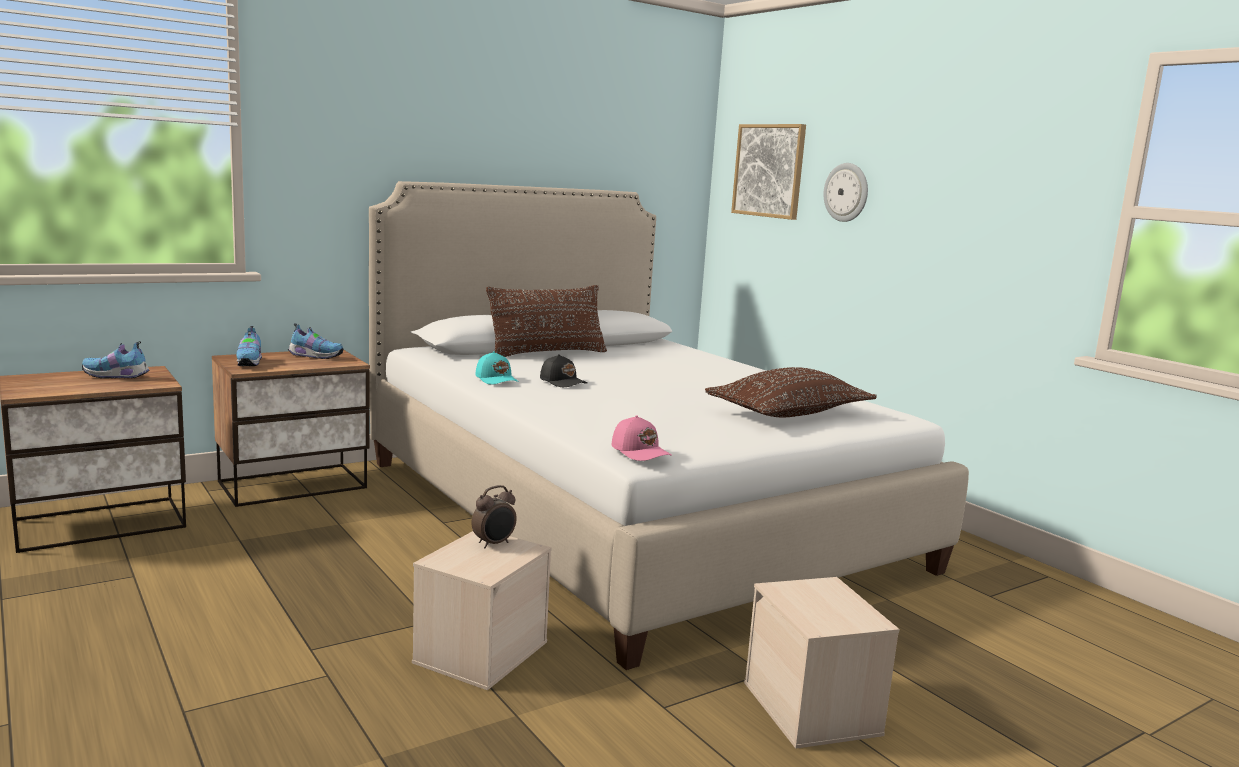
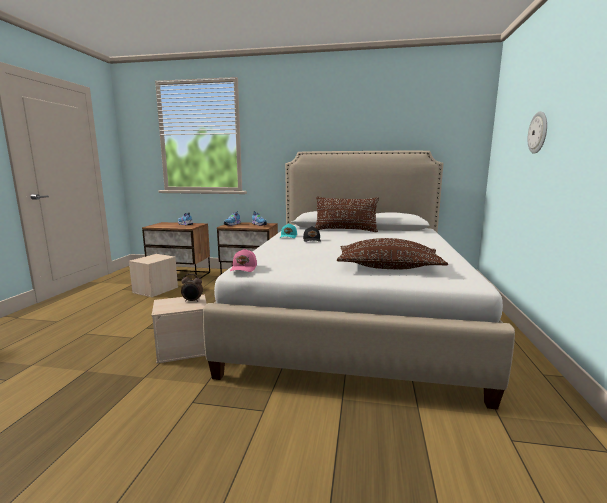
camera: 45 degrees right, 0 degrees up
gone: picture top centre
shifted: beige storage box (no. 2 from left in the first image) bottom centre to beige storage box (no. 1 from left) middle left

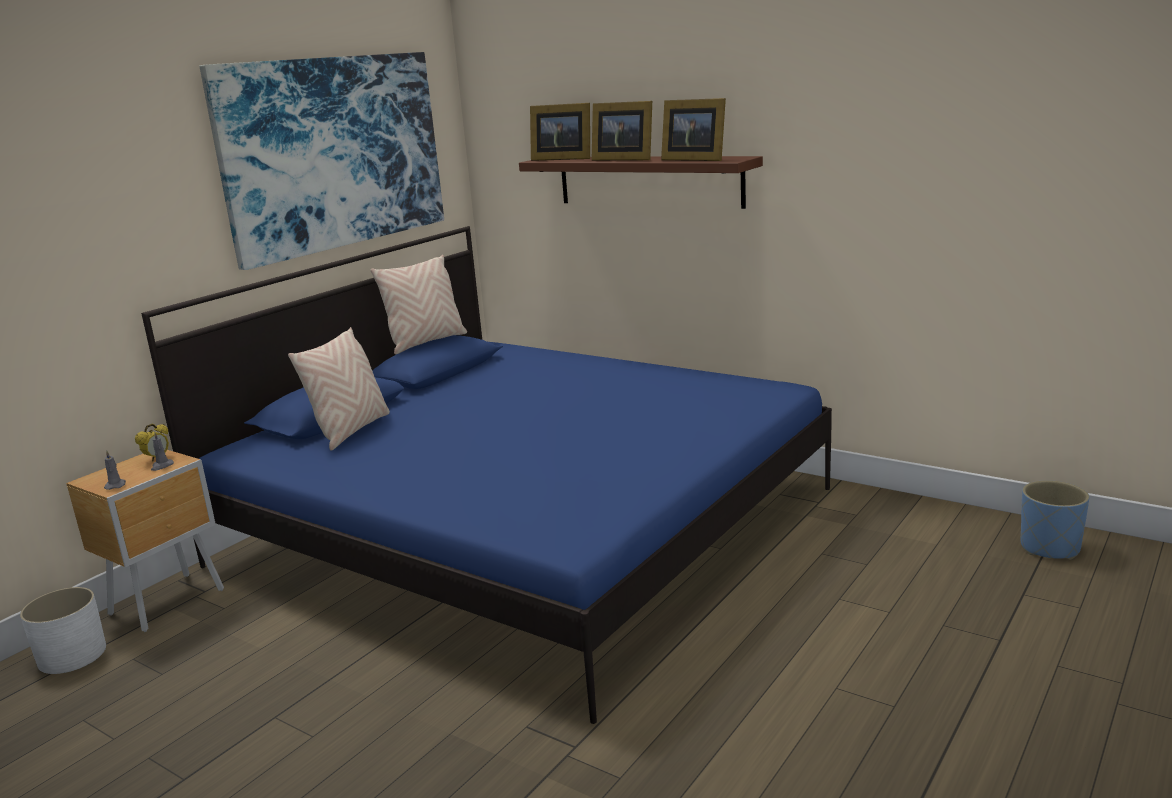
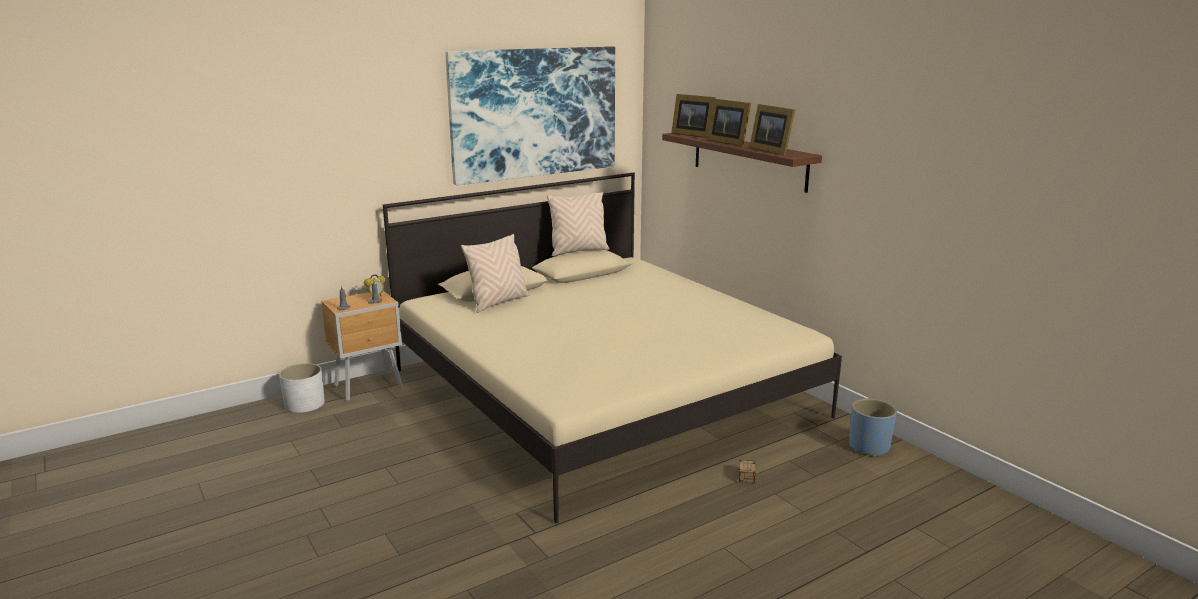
camera: 20 degrees right, 0 degrees up
new: storage box bottom centre
shifted: blue planter middle right to bottom right
repainted: blue bed centre to beige bed centre

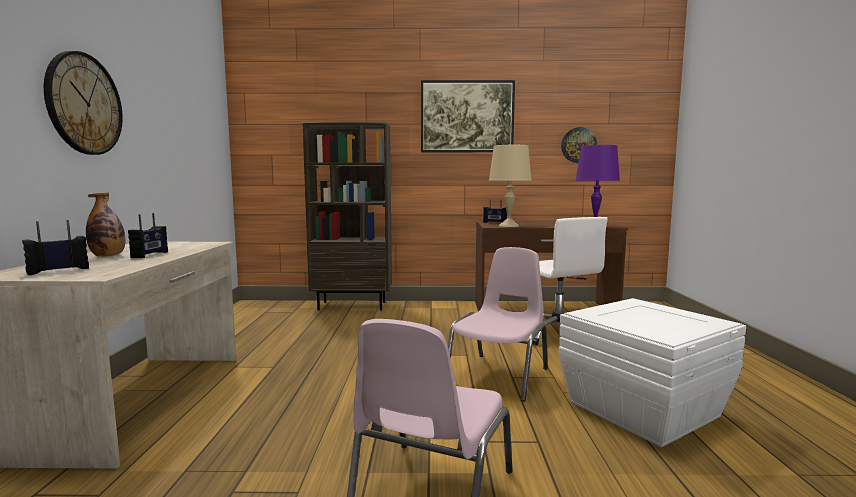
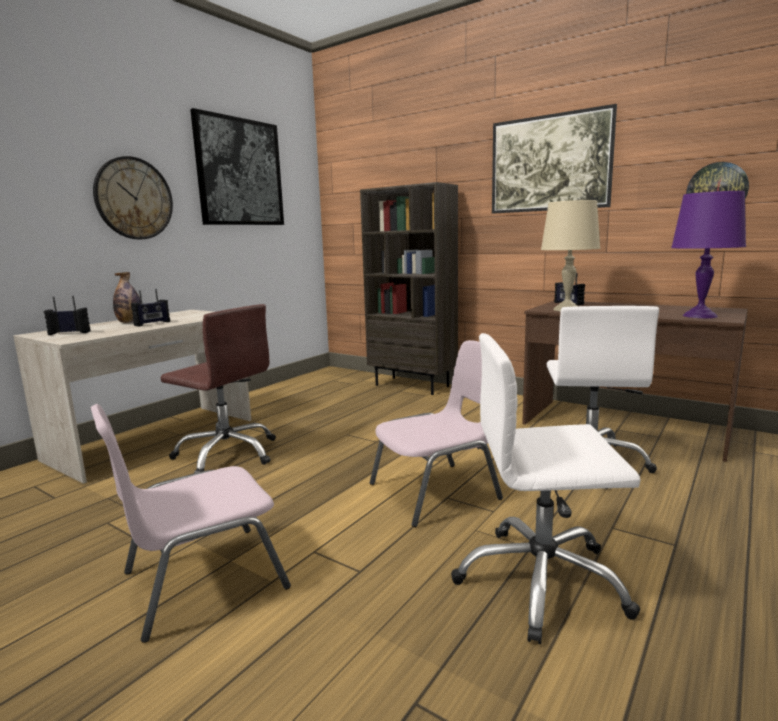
camera: 35 degrees right, 5 degrees up
new: picture (no. 1 from left) top left; brown office chair middle left
swapped: white storage box bottom right to white office chair (no. 1 from left) bottom right

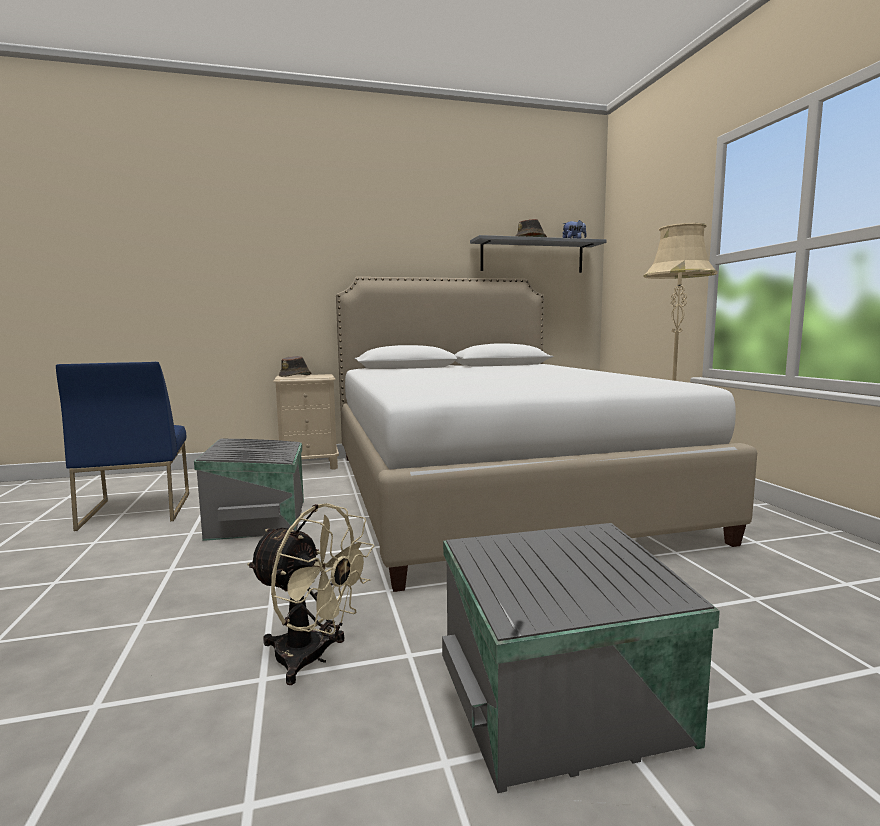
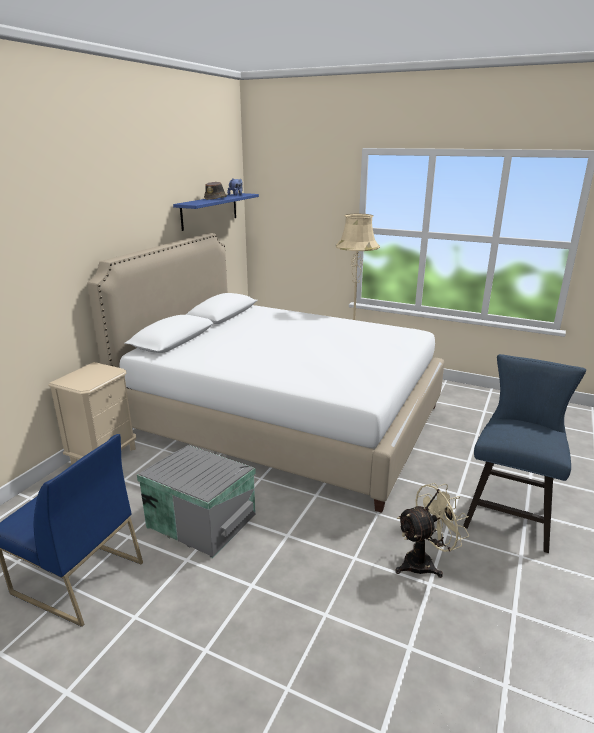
camera: 50 degrees left, 15 degrees up
gone: brown hat (no. 1 from left) centre
swapped: grey storage box (no. 2 from left) bottom centre to blue chair (no. 2 from left) middle right
repainted: grey shelf top centre to blue shelf top centre

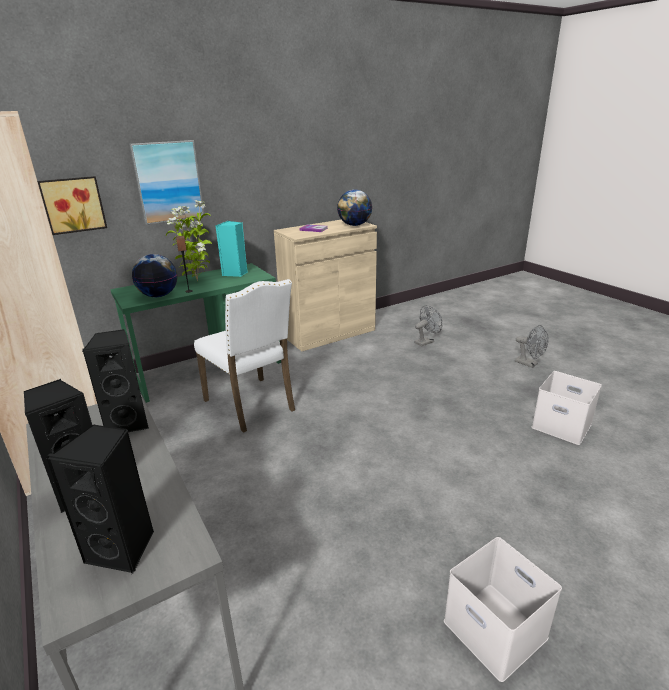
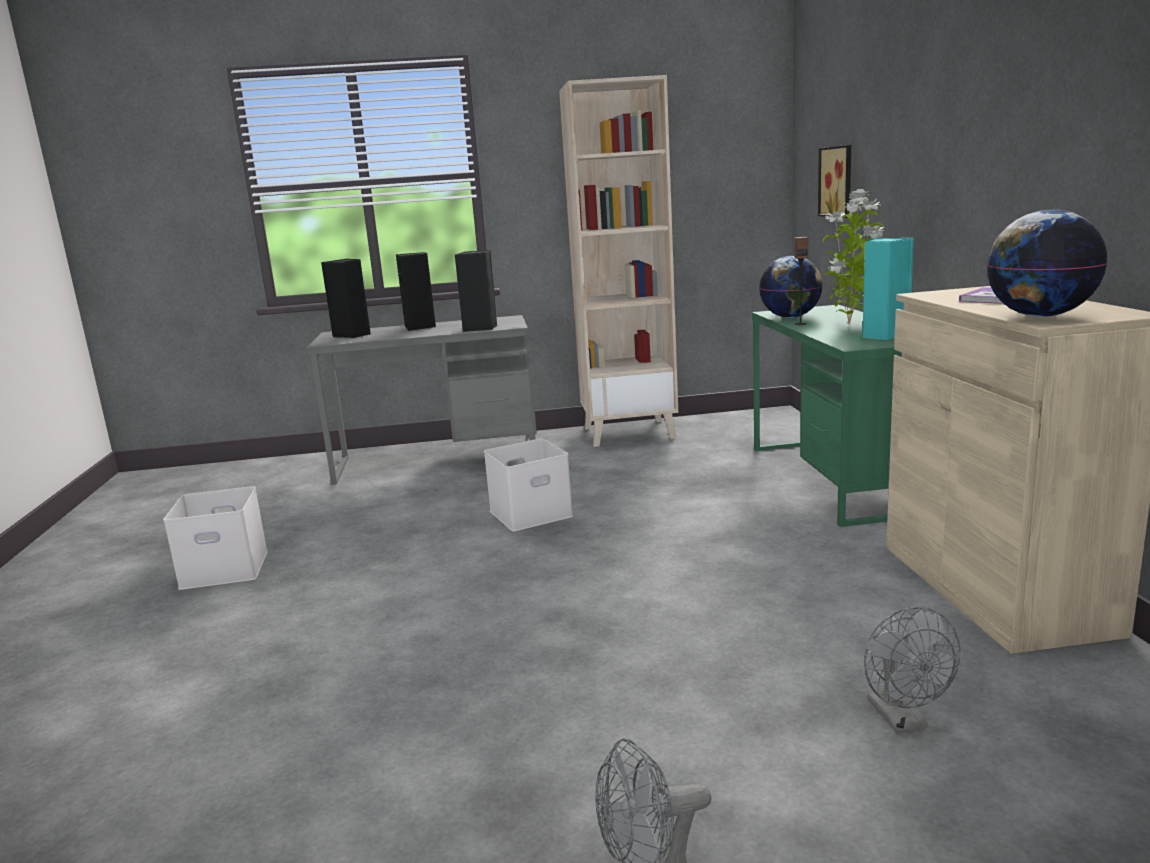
camera: 115 degrees right, 10 degrees down
gone: picture (no. 2 from left) top left; white chair centre
shifted: white storage box (no. 2 from left) middle right to centre

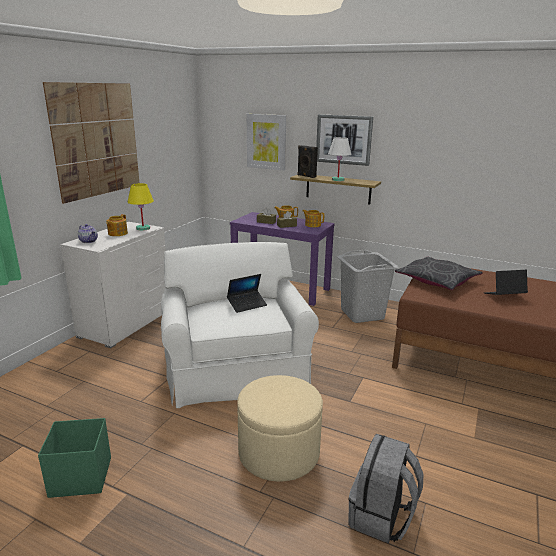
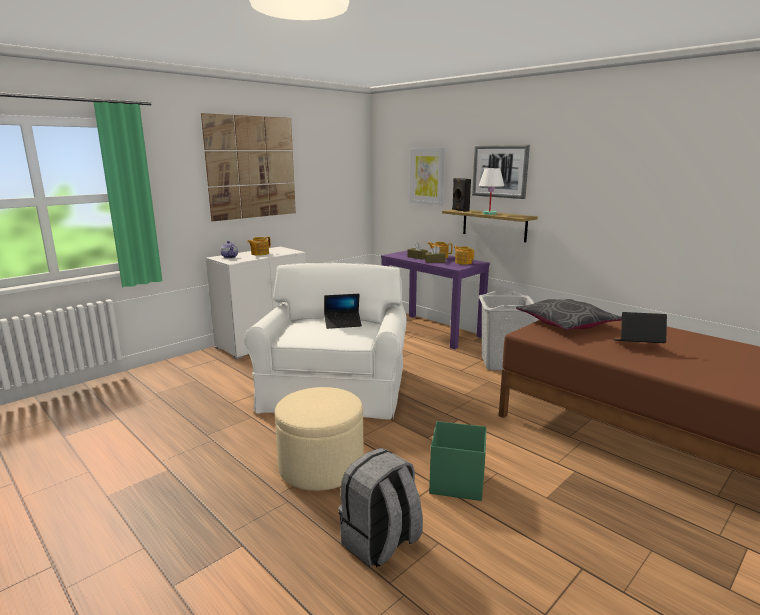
camera: 20 degrees right, 5 degrees down
gone: yellow table lamp middle left
shifted: green storage box bottom left to bottom centre

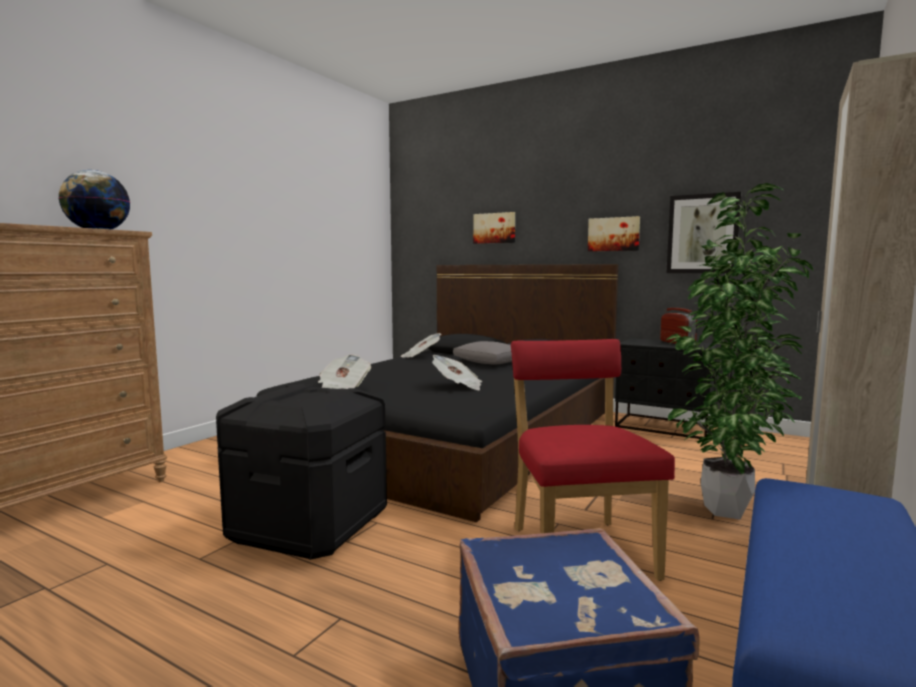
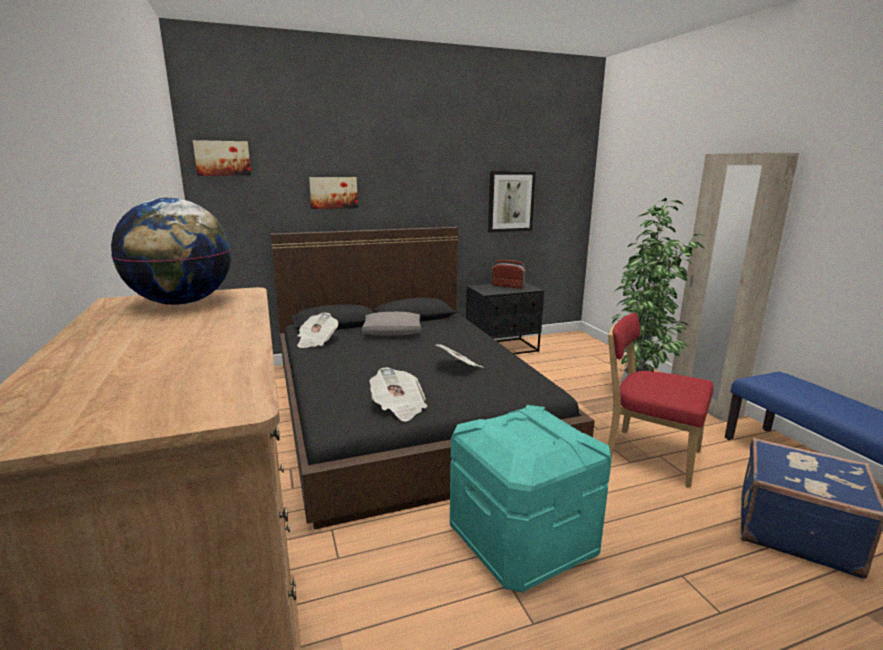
camera: 50 degrees left, 10 degrees up
shifted: picture (no. 2 from left in the first image) middle right to picture (no. 1 from left) top left
repainted: black storage box bottom left to turquoise storage box bottom centre

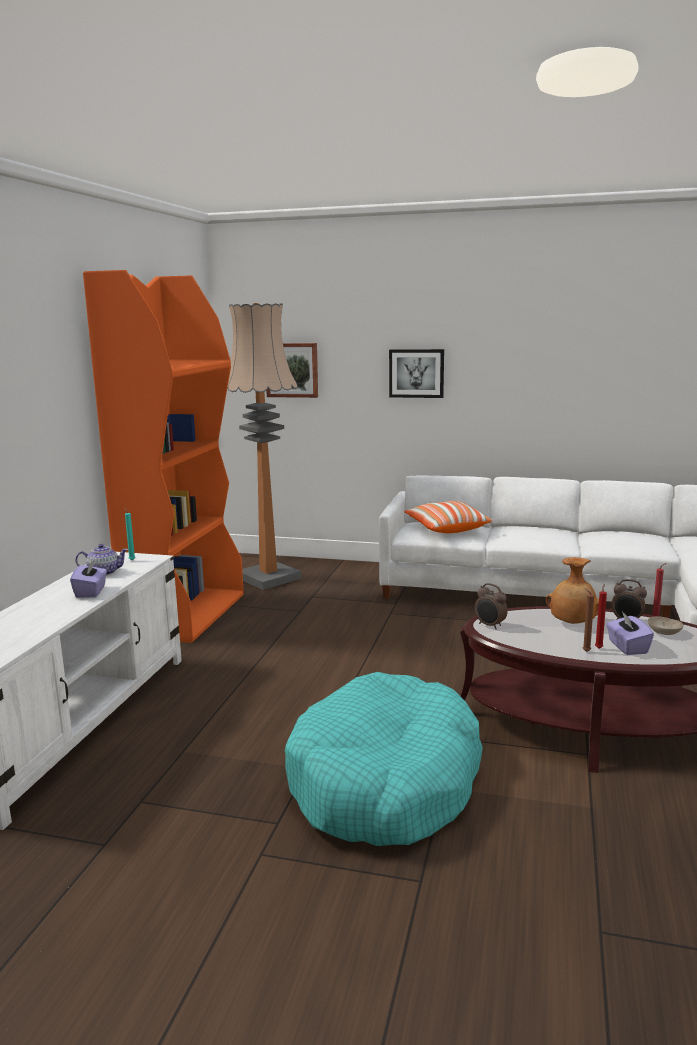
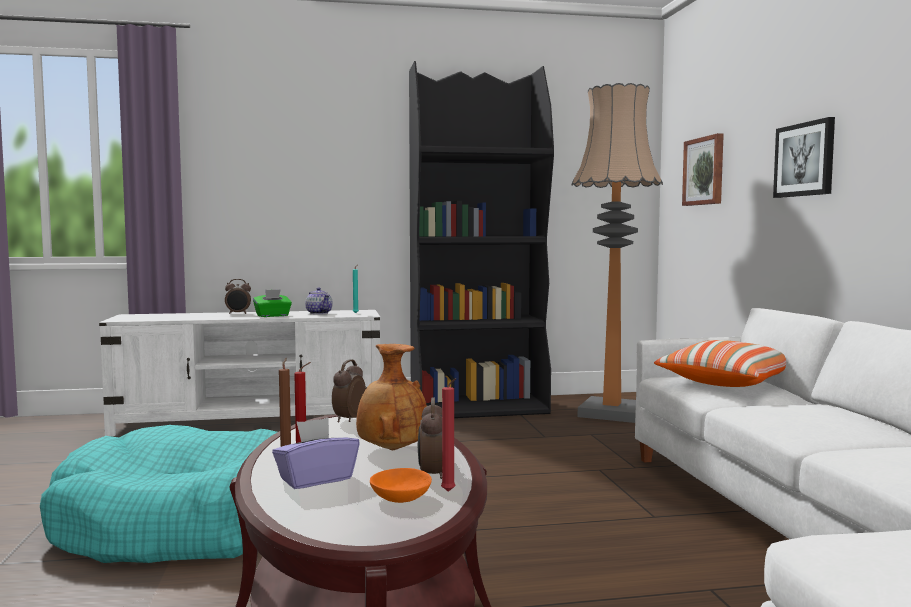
camera: 65 degrees right, 10 degrees down
new: alarm clock (no. 1 from left) middle left
repainted: orange bookcase middle left to black bookcase centre; purple tissue box (no. 1 from left) middle left to green tissue box middle left; beige bowl middle right to orange bowl bottom centre

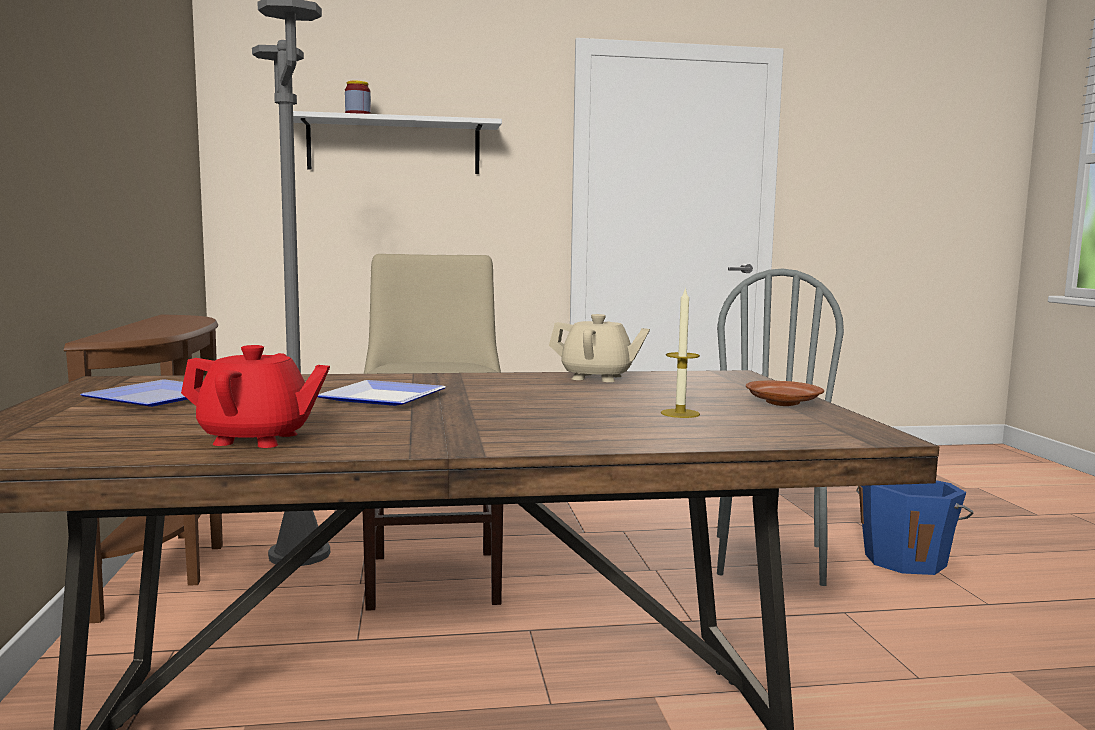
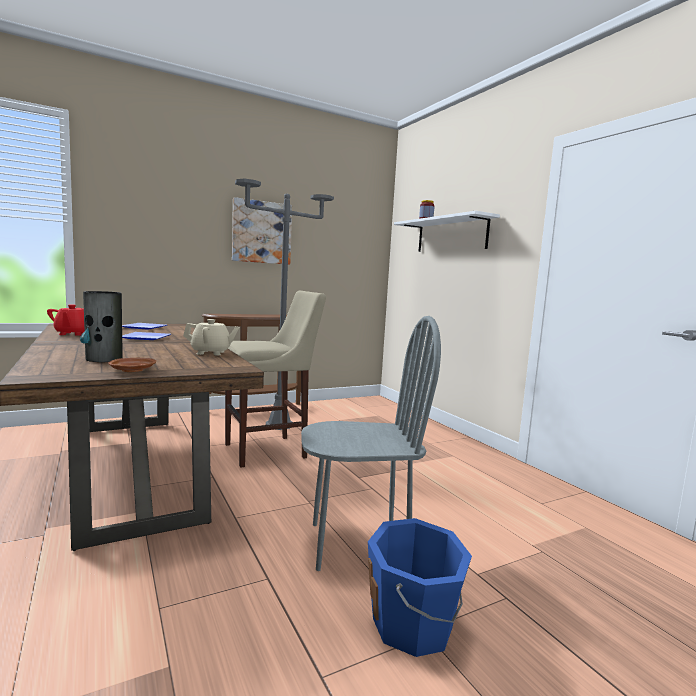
camera: 70 degrees right, 0 degrees up
new: picture top centre
swapped: candle centre to vase middle left
rotated: beige teapot centre = middle left 90 degrees counterclockwise

